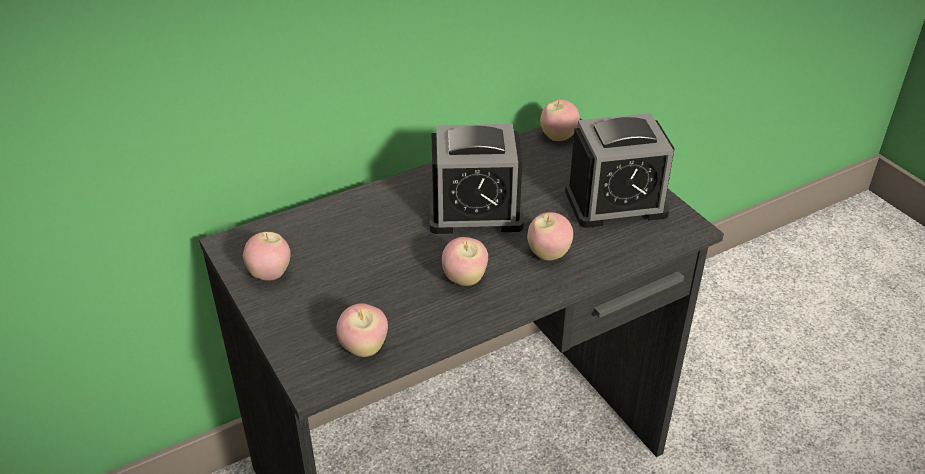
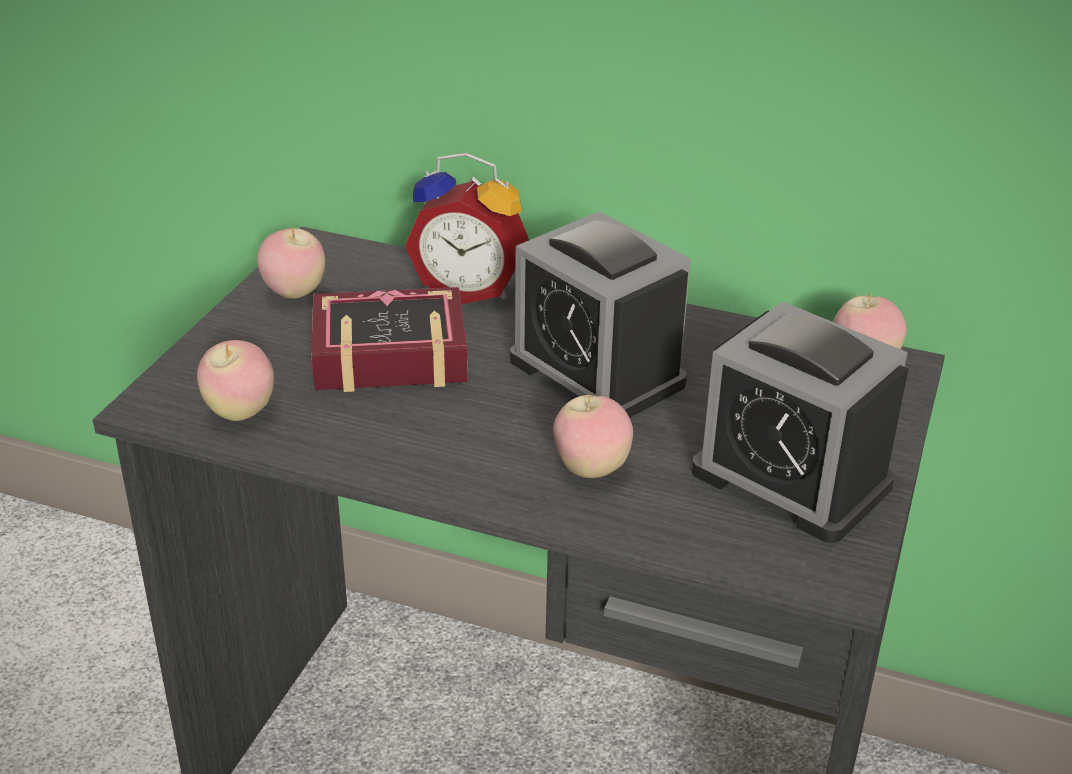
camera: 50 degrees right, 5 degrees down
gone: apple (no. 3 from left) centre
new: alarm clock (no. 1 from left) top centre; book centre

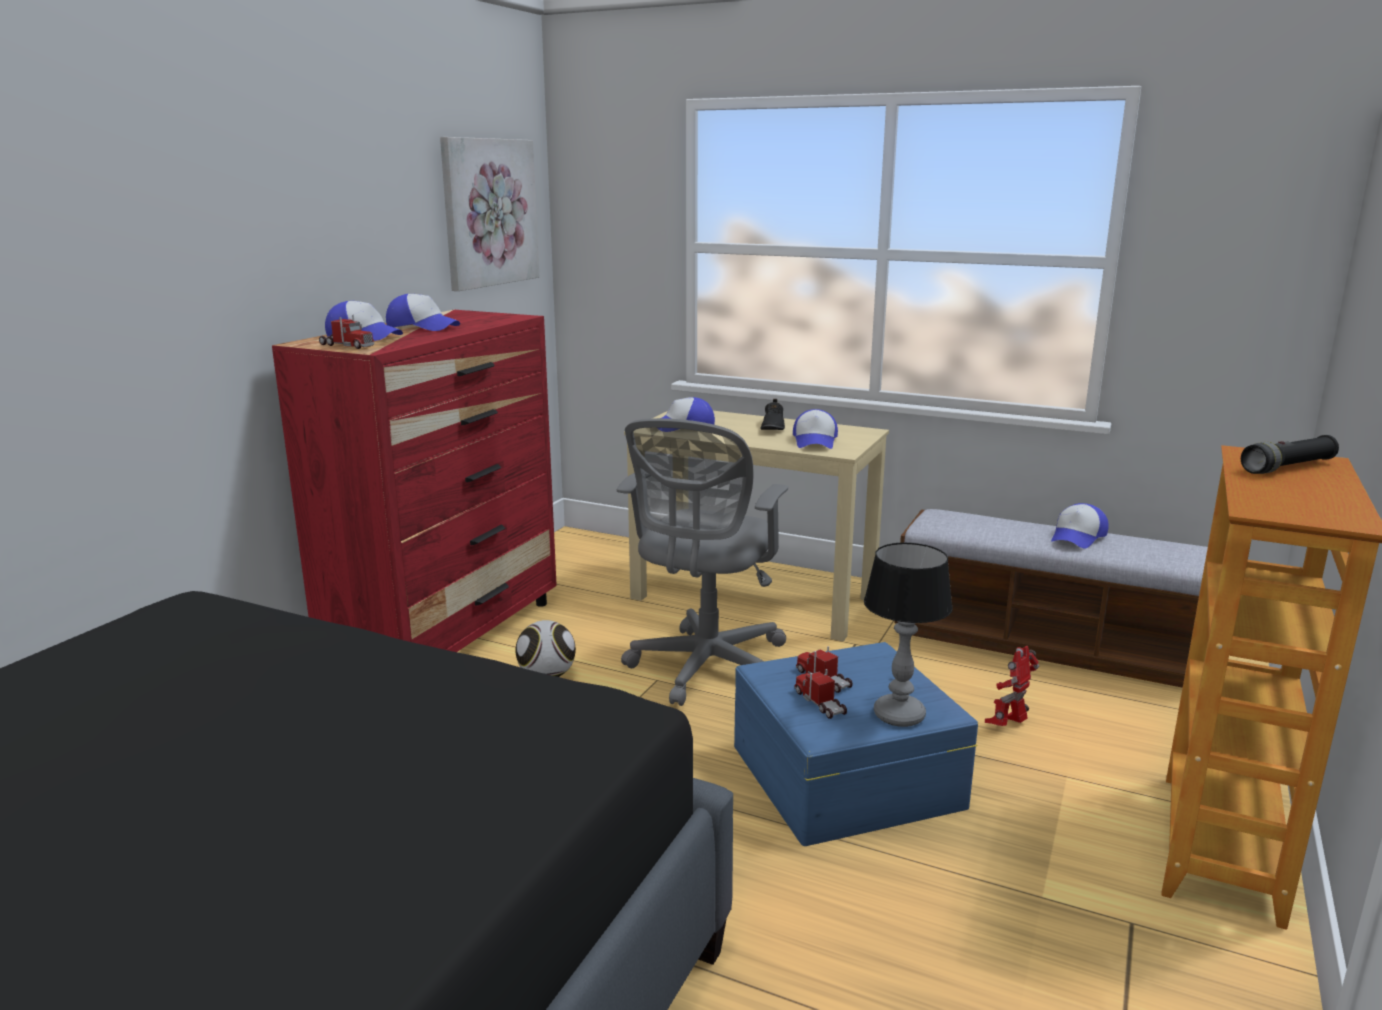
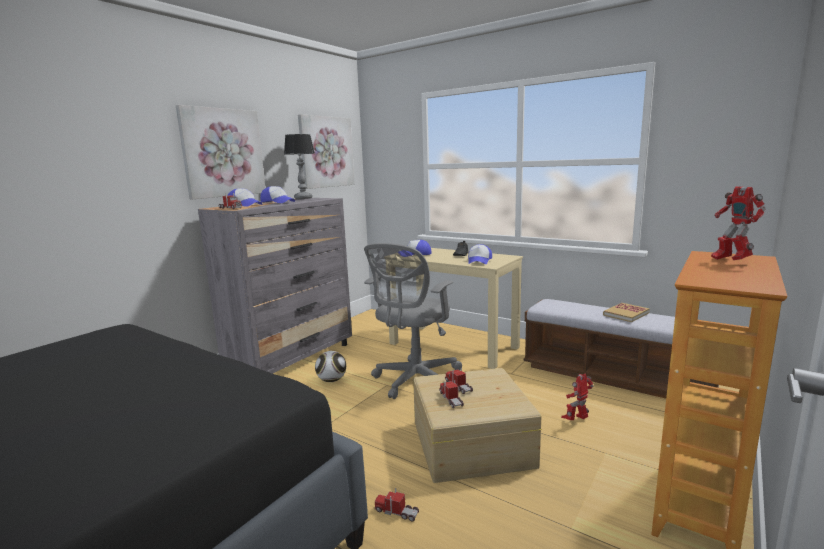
camera: 10 degrees right, 5 degrees down
new: picture (no. 1 from left) top left; toy truck (no. 2 from left) bottom centre
shifted: table lamp centre to top centre
swapped: black flashlight middle right to toy robot (no. 2 from left) middle right; cap (no. 5 from left) middle right to book middle right
repainted: red dresser middle left to grey dresser centre; blue storage box bottom centre to beige storage box bottom centre

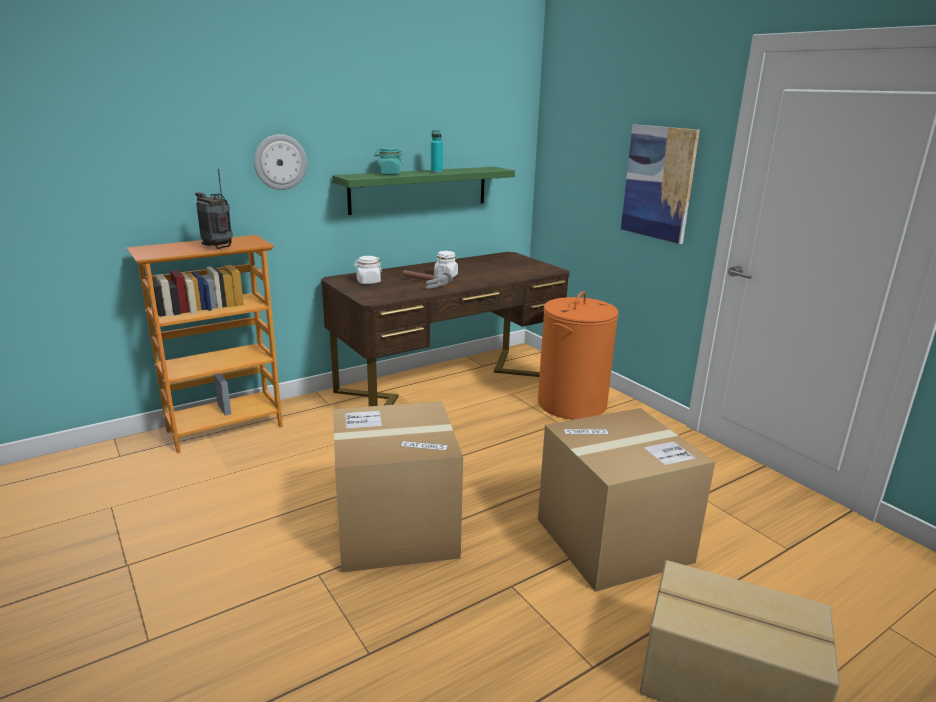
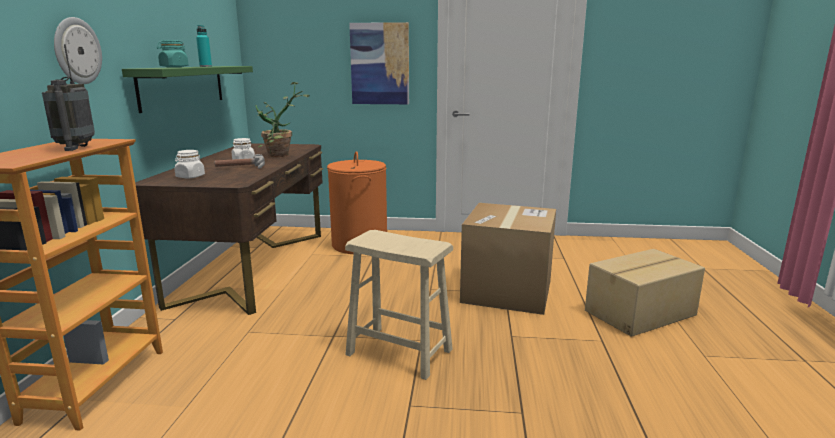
camera: 50 degrees left, 5 degrees down
new: potted plant top centre
swapped: cardboard box (no. 1 from left) bottom centre to beige stool bottom centre
rotated: radio top left = top left 90 degrees counterclockwise

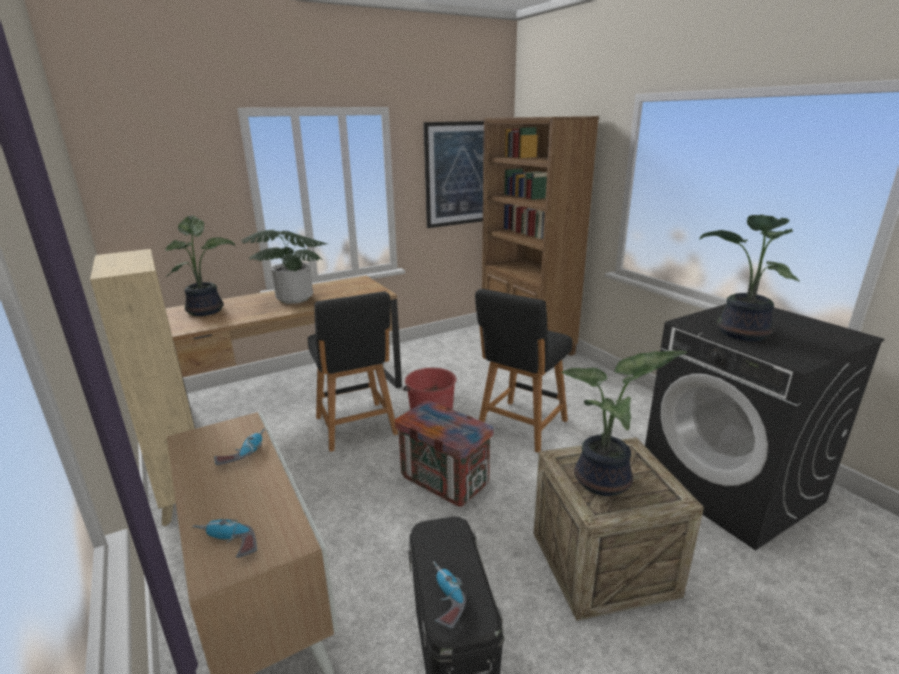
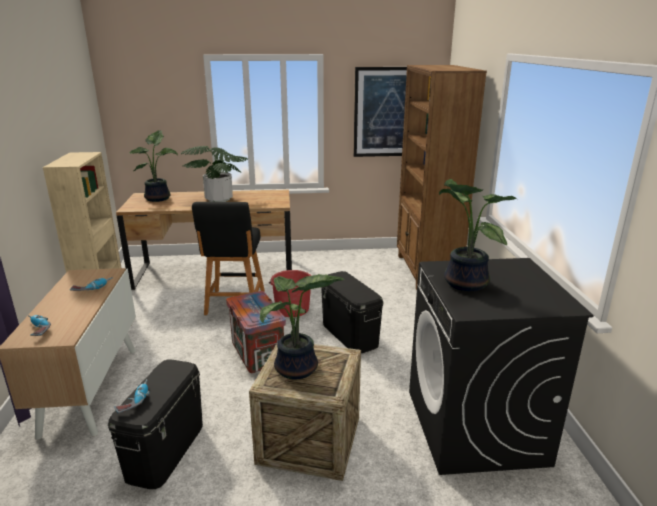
camera: 25 degrees right, 0 degrees up
swapped: black stool (no. 2 from left) centre to black storage box (no. 2 from left) centre

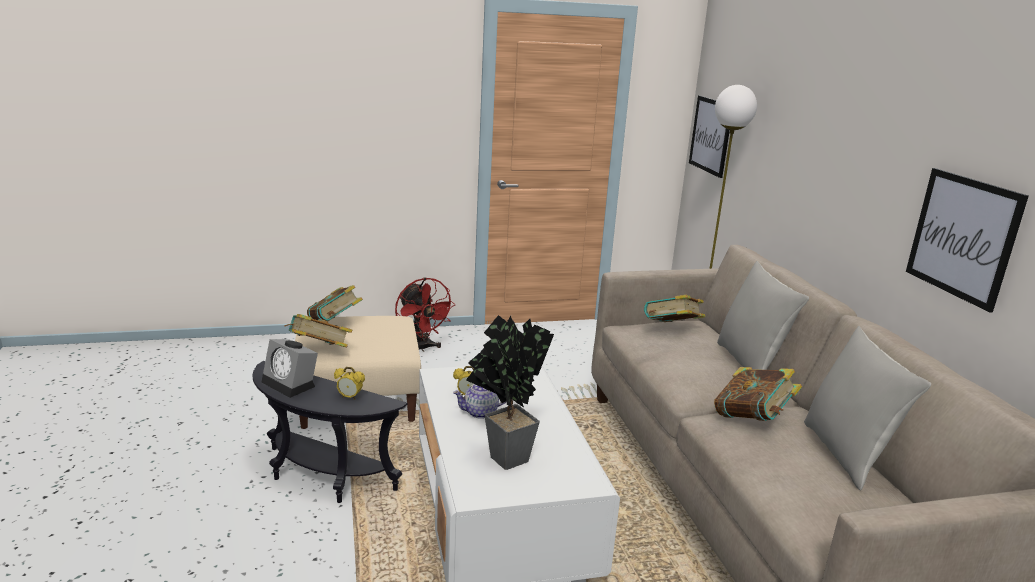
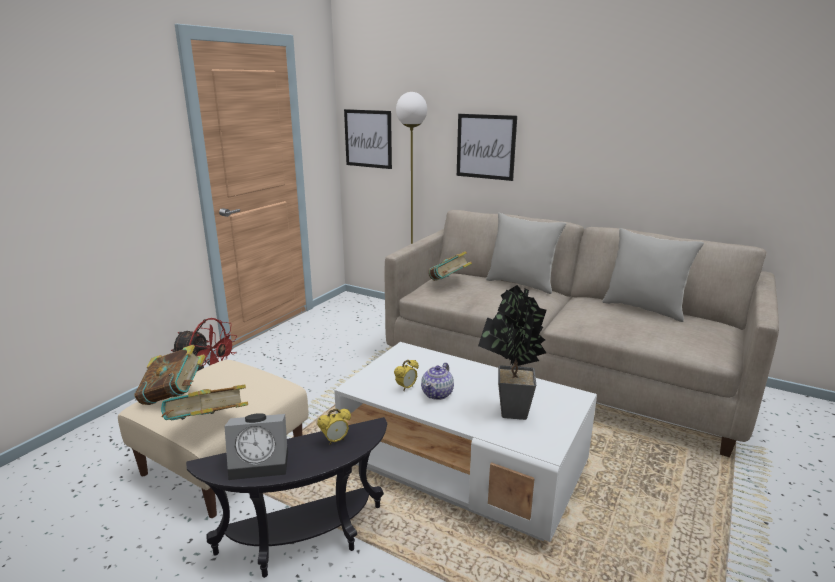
camera: 45 degrees left, 0 degrees up
gone: book (no. 4 from left) bottom right
shifted: picture (no. 2 from left) middle right to top centre

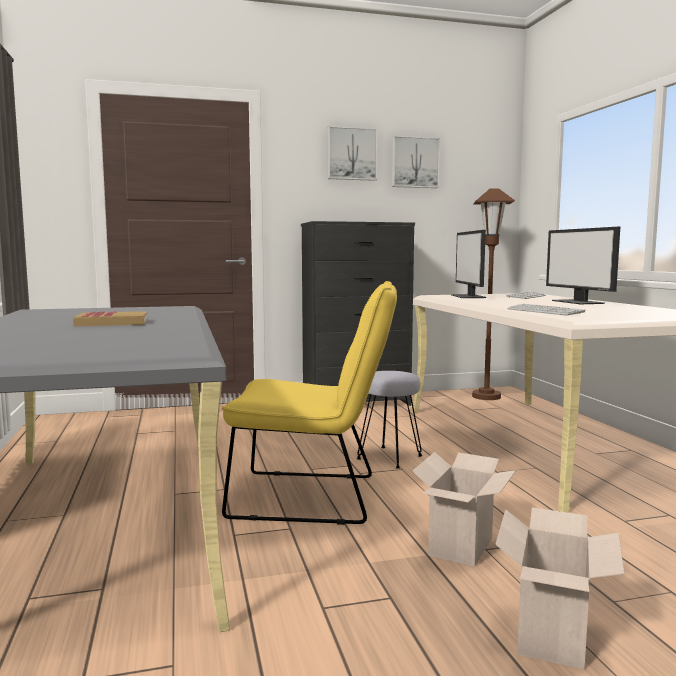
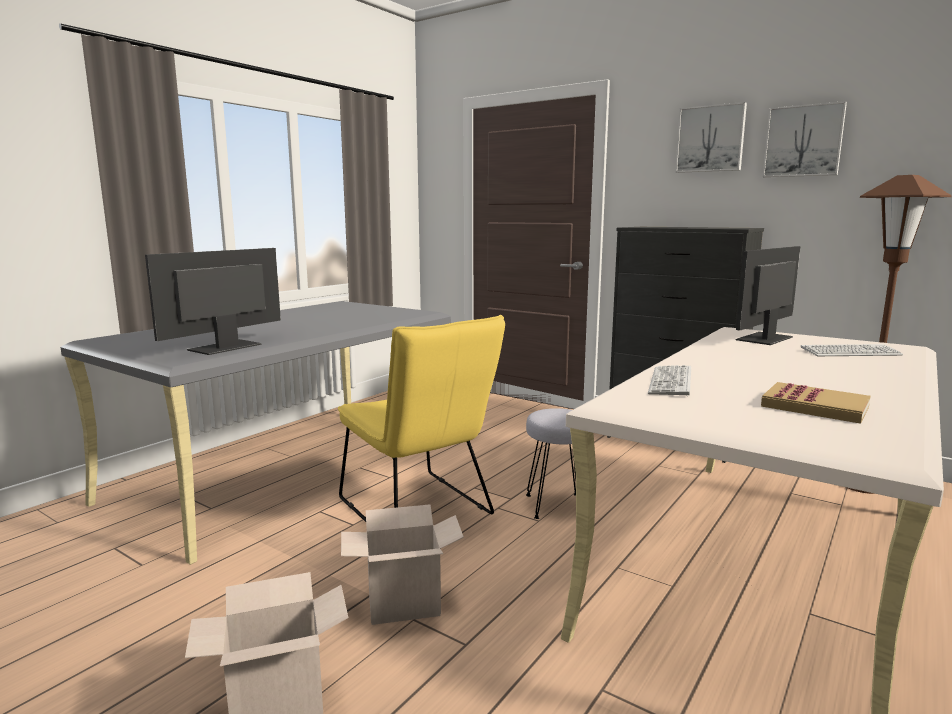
camera: 50 degrees right, 5 degrees up
shifted: monitor (no. 2 from left in the first image) middle right to monitor (no. 1 from left) middle left; book middle left to middle right

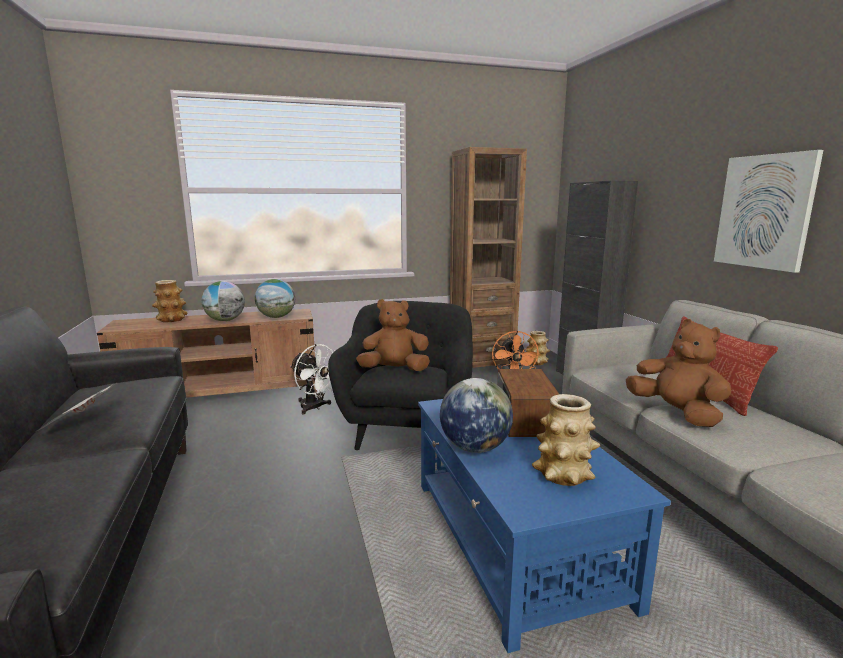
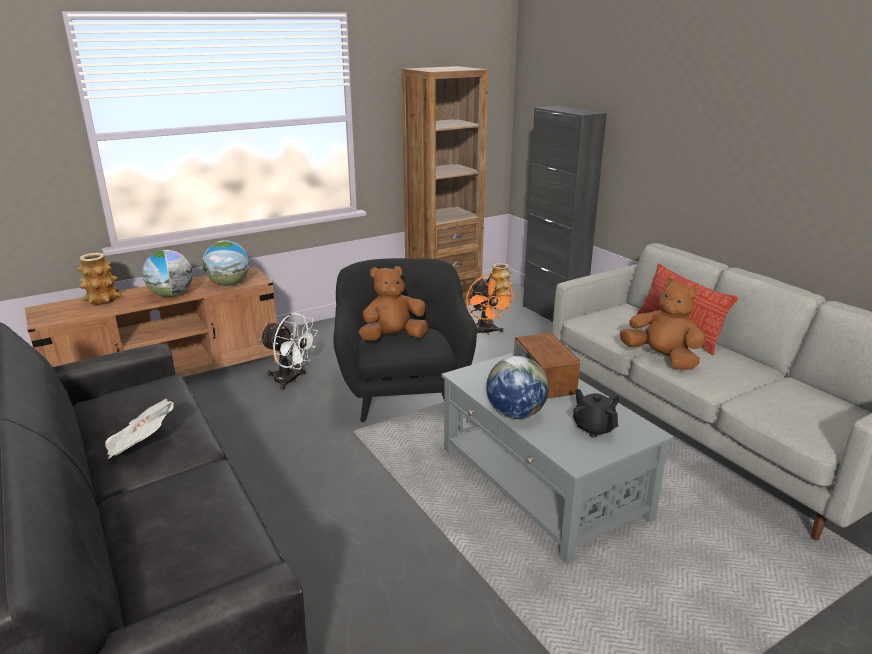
camera: 15 degrees left, 10 degrees up
gone: picture top right
swapped: vase (no. 3 from left) bottom right to black teapot middle right
repainted: blue coffee table bottom centre to grey coffee table bottom centre

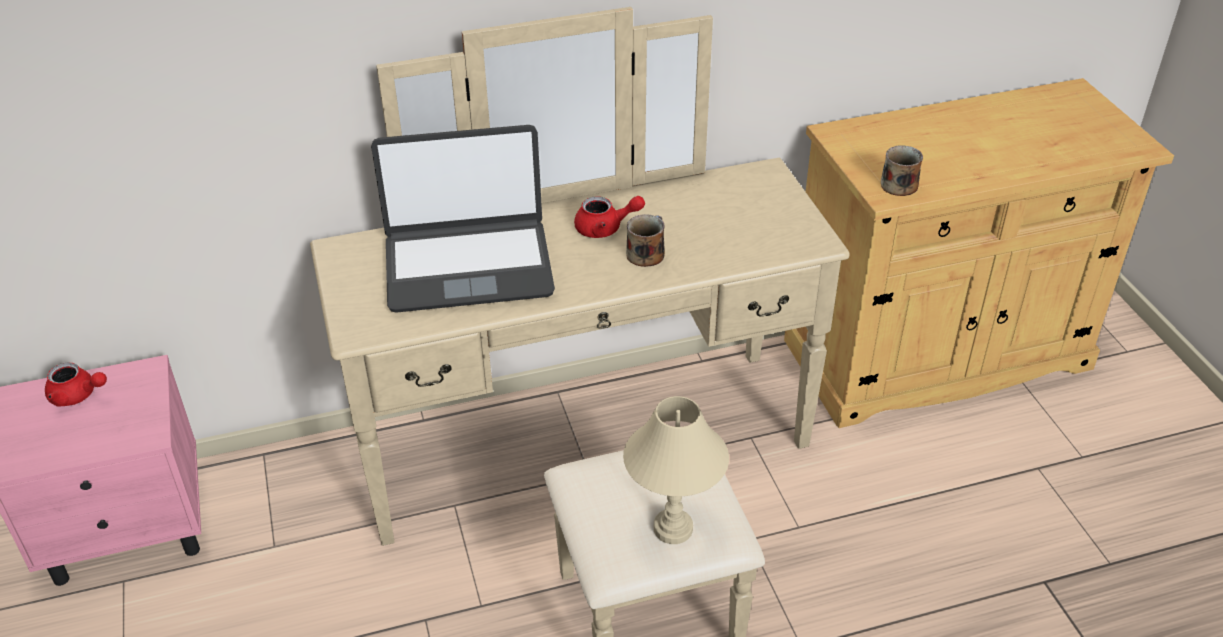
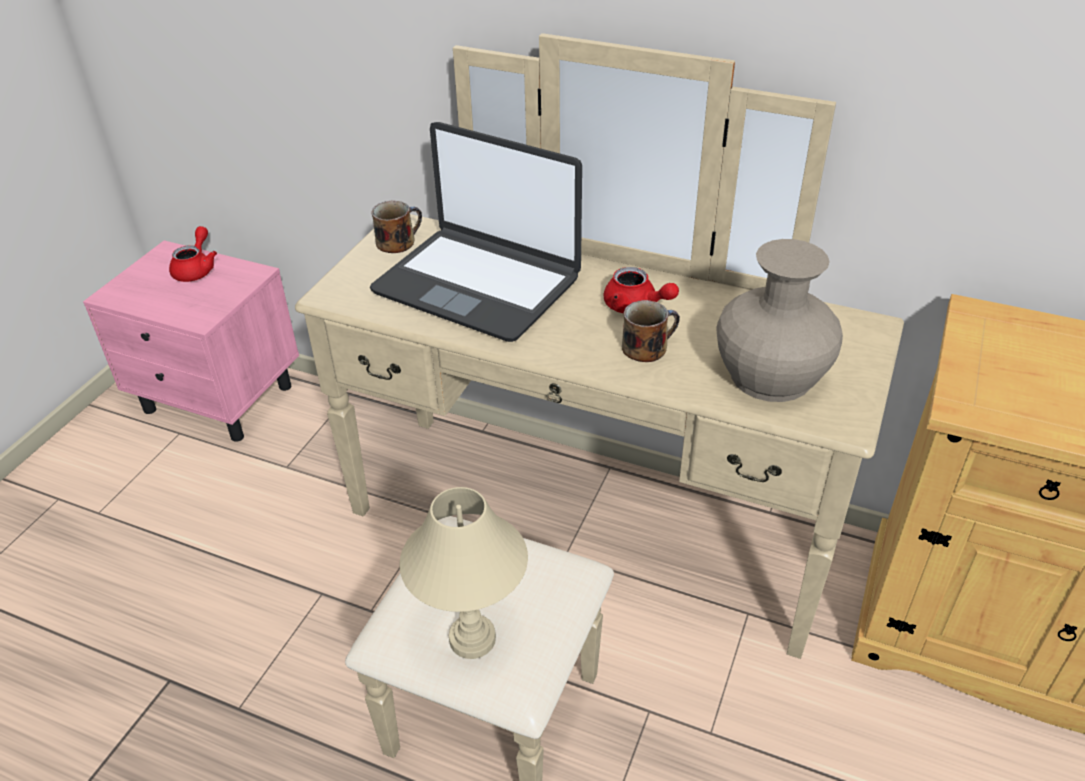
camera: 40 degrees right, 0 degrees up
new: beige vase middle right
shifted: mug (no. 2 from left in the first image) top right to mug (no. 1 from left) top centre
rotated: red teapot (no. 1 from left) middle left = top left 135 degrees counterclockwise

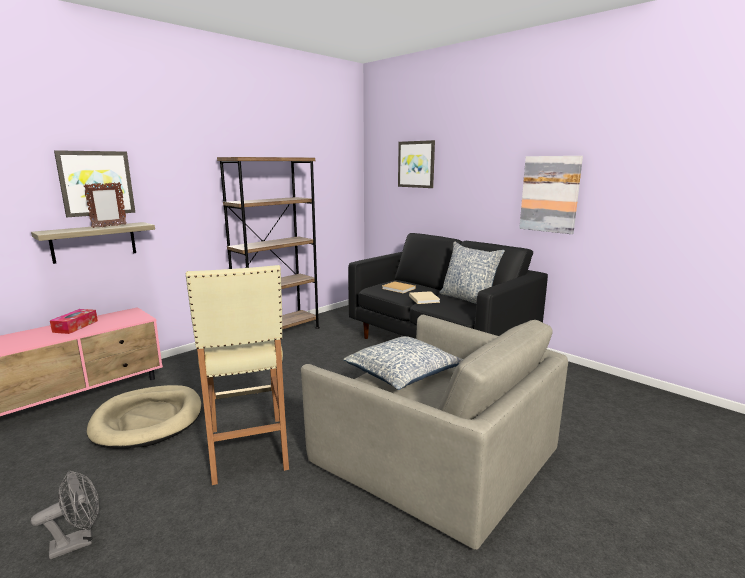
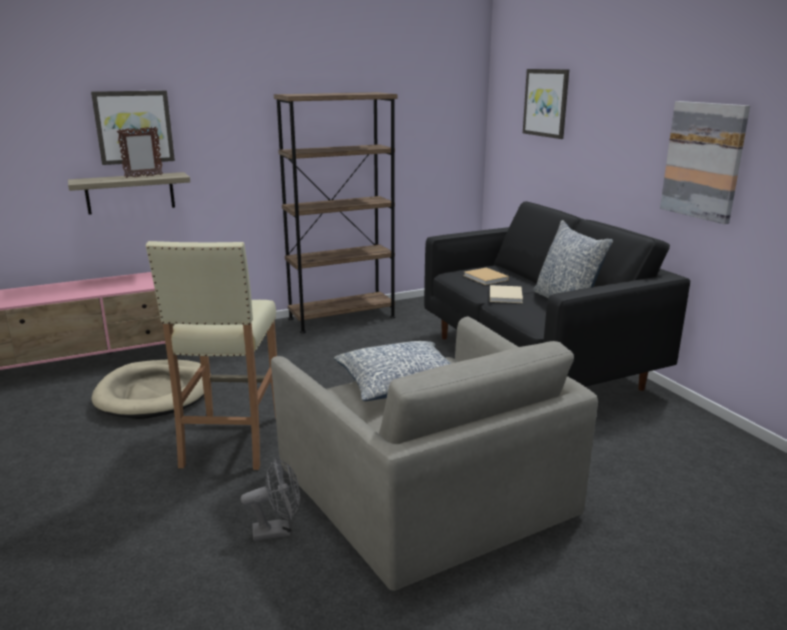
camera: 20 degrees right, 5 degrees up
gone: tissue box middle left
shifted: grey fan bottom left to bottom centre

